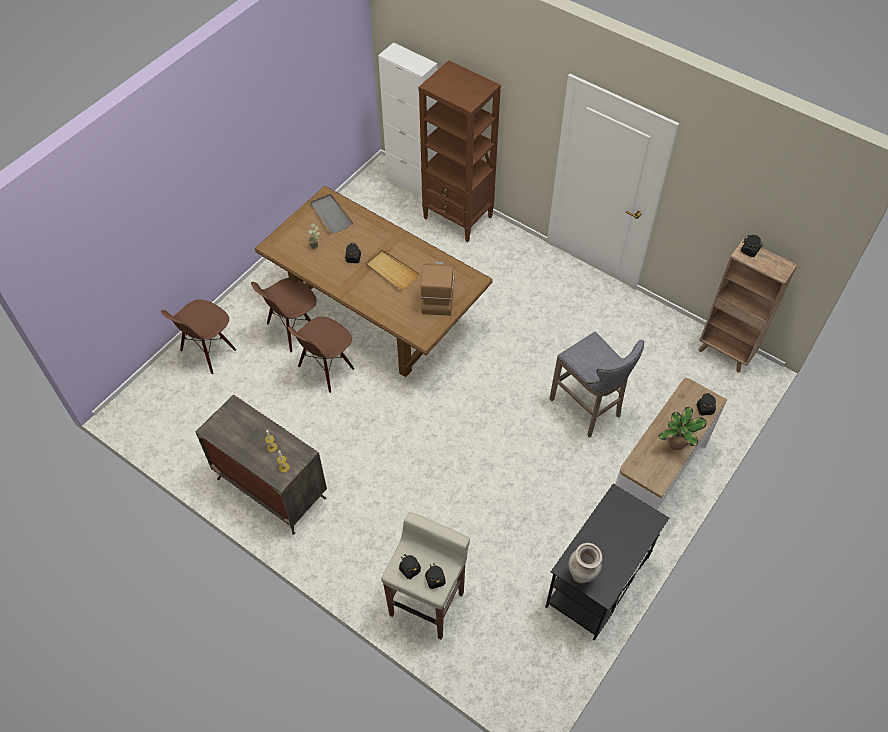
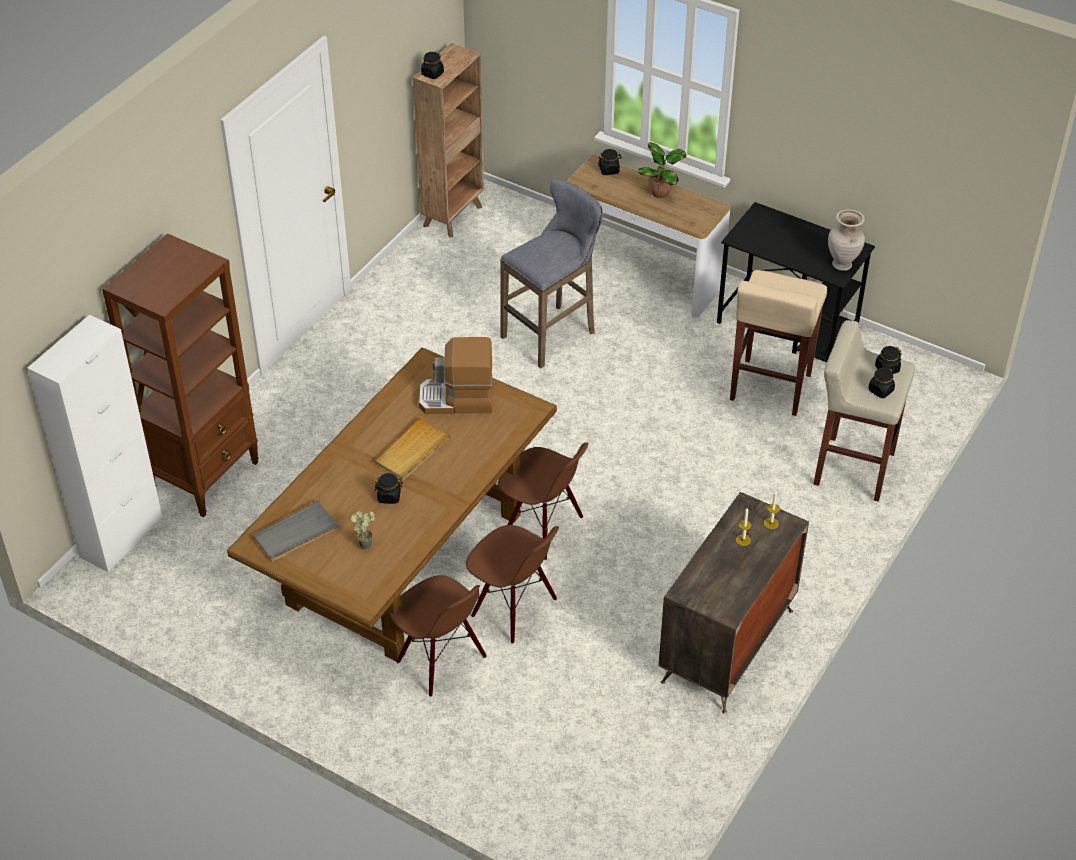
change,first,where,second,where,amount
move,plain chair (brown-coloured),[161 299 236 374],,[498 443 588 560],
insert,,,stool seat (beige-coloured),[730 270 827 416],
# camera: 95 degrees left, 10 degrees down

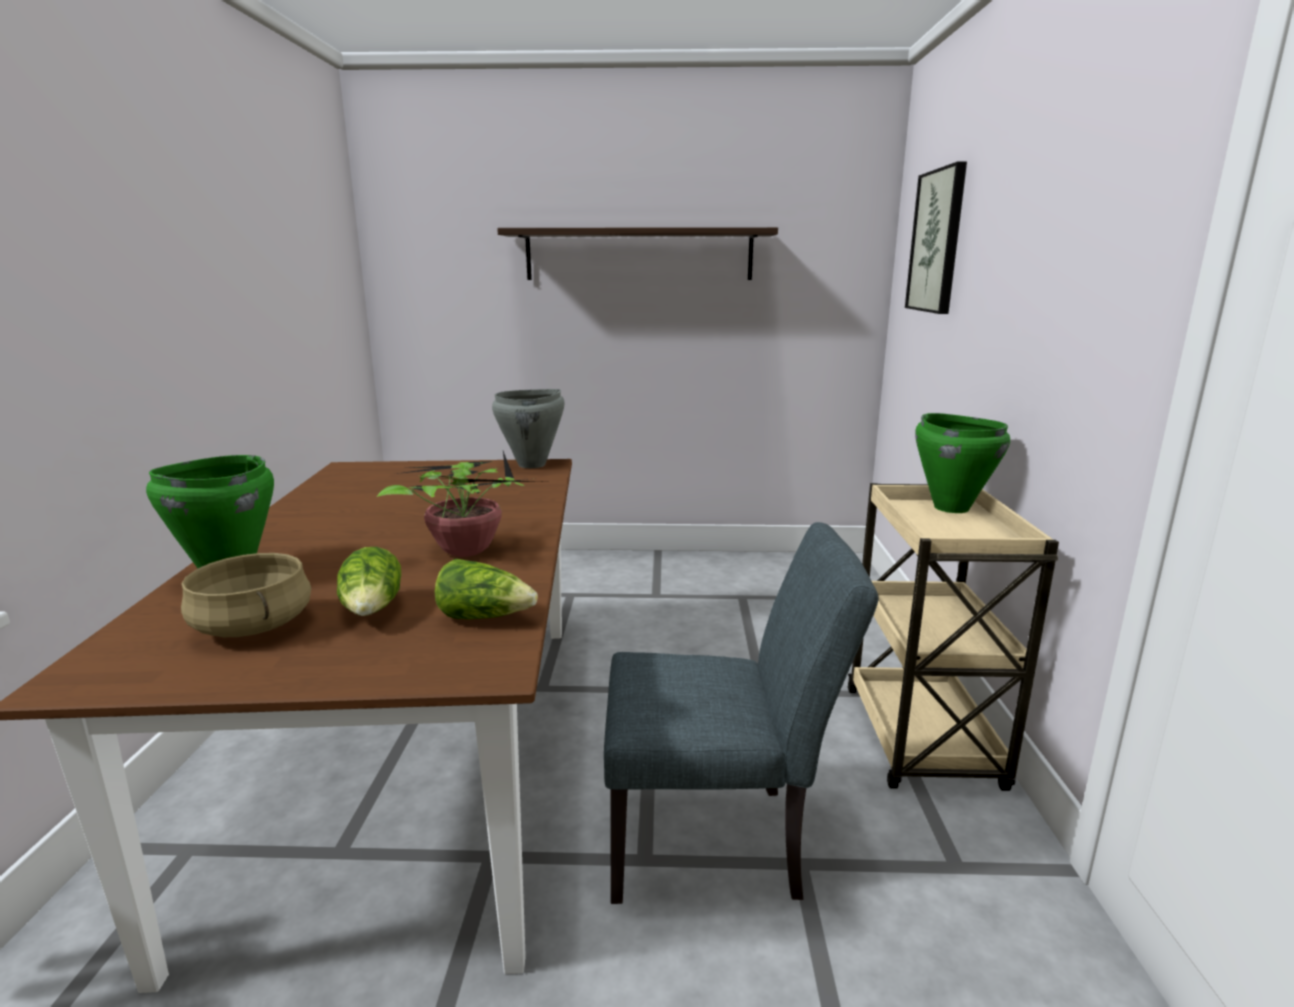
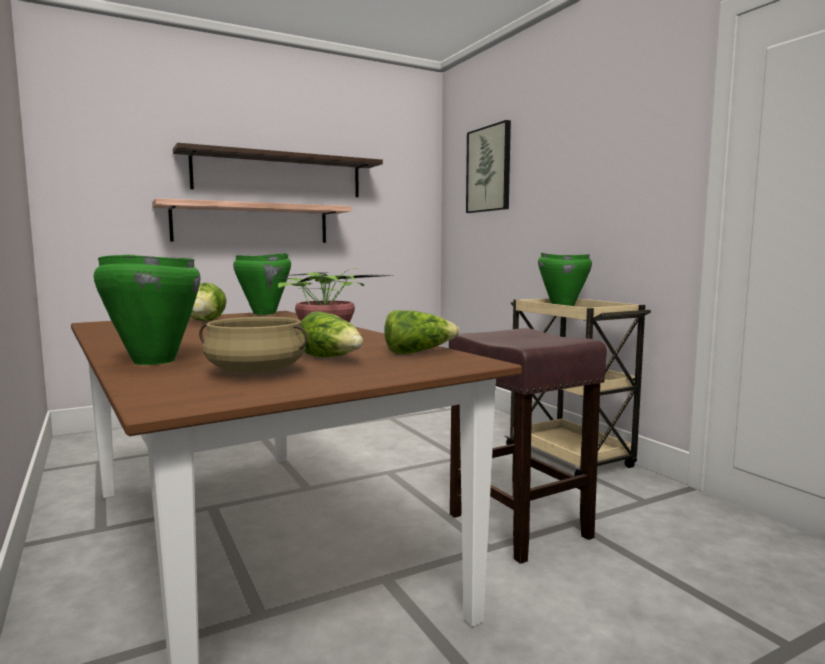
change,first,where,second,where,amount
insert,,,shelf,[152 198 351 243],
insert,,,lettuce head,[191 282 227 321],
recolor,saucepot (grey),[492 389 565 468],saucepot (green),[233 253 291 315],
replace,plain chair (grey),[604 522 878 904],stool seat (brown-coloured),[449 328 607 564],
# camera: 30 degrees left, 10 degrees down

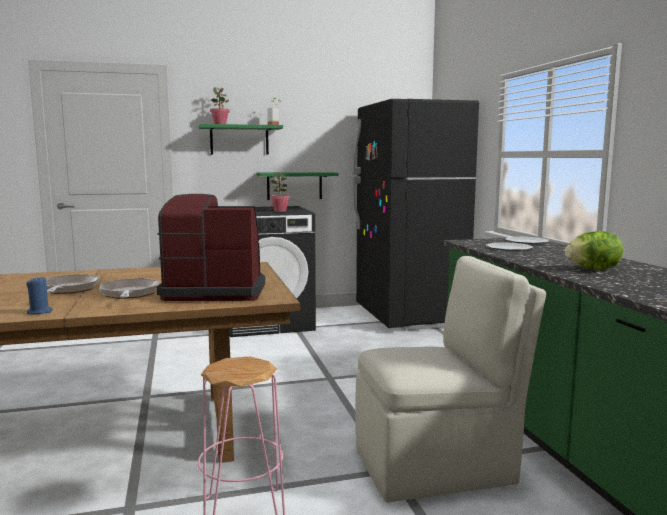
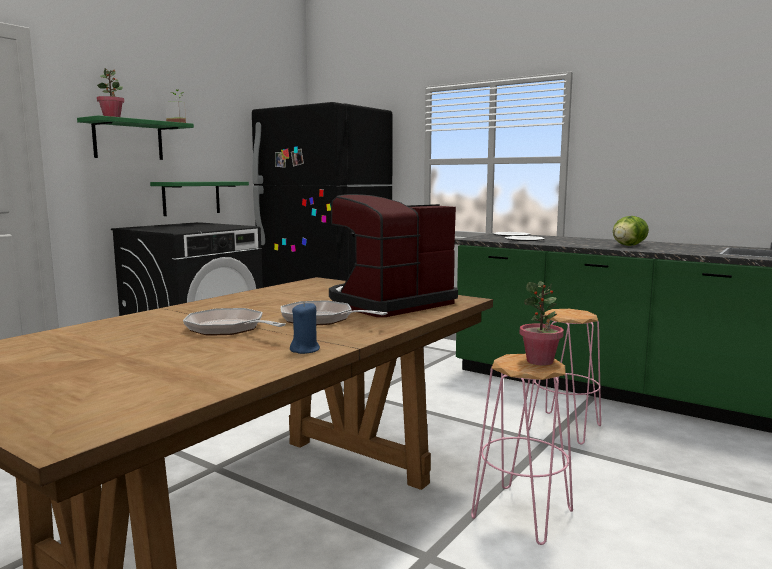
change,first,where,second,where,amount
move,potted plant,[270 174 290 212],,[520 281 564 365],
replace,plain chair (beige-coloured),[355 256 546 502],stool seat (pink),[528 309 601 444],
# camera: 40 degrees left, 0 degrees up

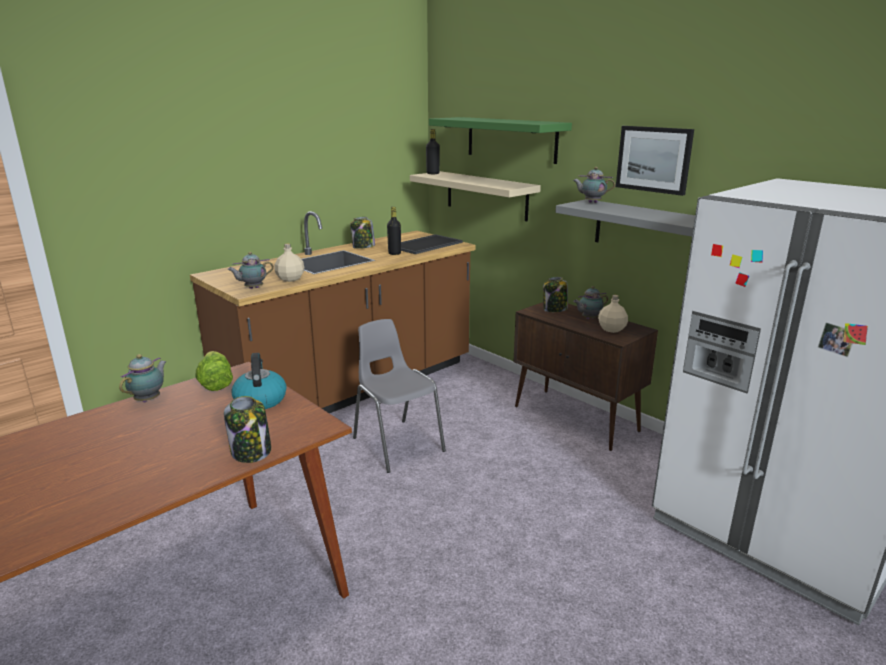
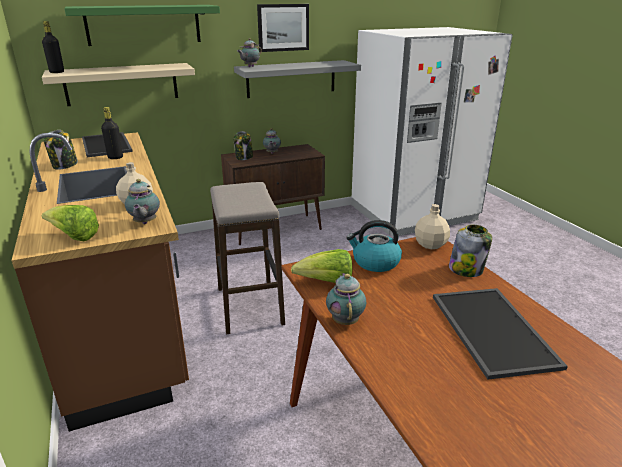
change,first,where,second,where,amount
insert,,,lettuce head,[42 205 99 241],
replace,plain chair (grey),[353 319 446 473],stool seat,[210 182 285 334],
rotate,tea pot,[119 354 167 402],,[326 273 366 325],45 degrees clockwise
move,drink bottle (beige-coloured),[598 295 628 333],,[415 204 450 249],
insert,,,tray,[433 288 568 380],
# camera: 70 degrees left, 5 degrees up

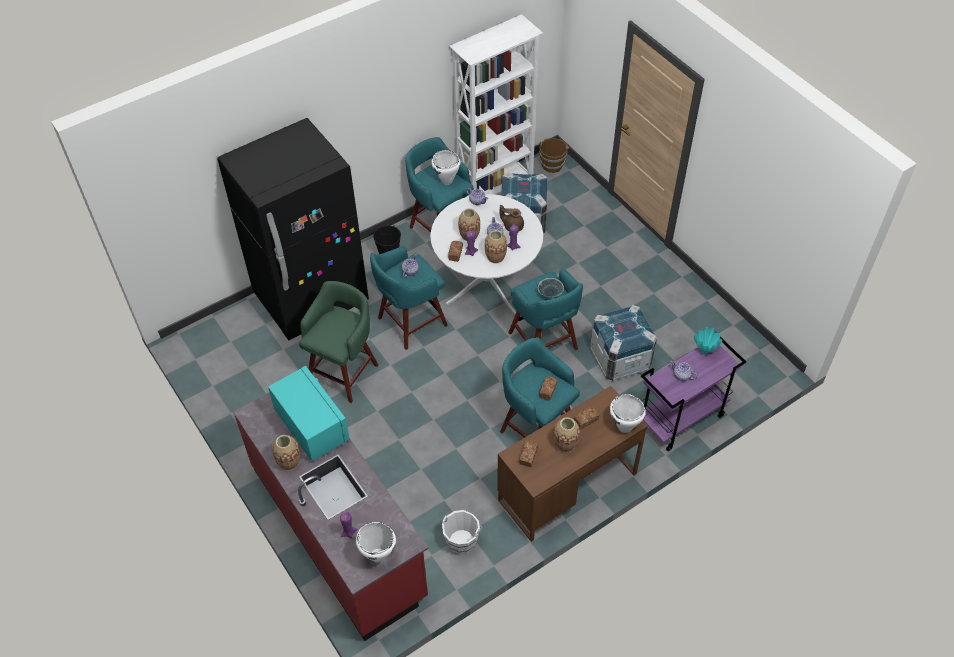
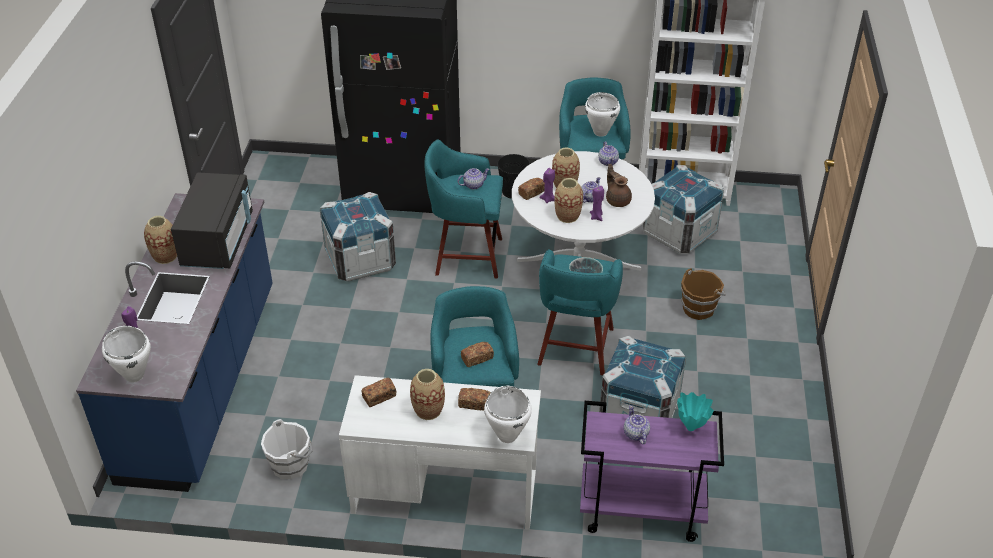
change,first,where,second,where,amount
recolor,kitchen counter (red),[233 392 428 641],kitchen counter (bluish),[76 193 273 492],
recolor,microwave oven (turquoise-coloured),[268 366 350 462],microwave oven (black),[171 172 253 269],
replace,stool seat (green),[299 281 378 403],shipping crate,[320 192 396 281],
recolor,desk (brown-coloured),[497 386 648 542],desk (whitish),[339 375 541 530],
move,water bucket (brown-coloured),[538 138 569 173],,[681 268 726 320],
# camera: 40 degrees right, 10 degrees down

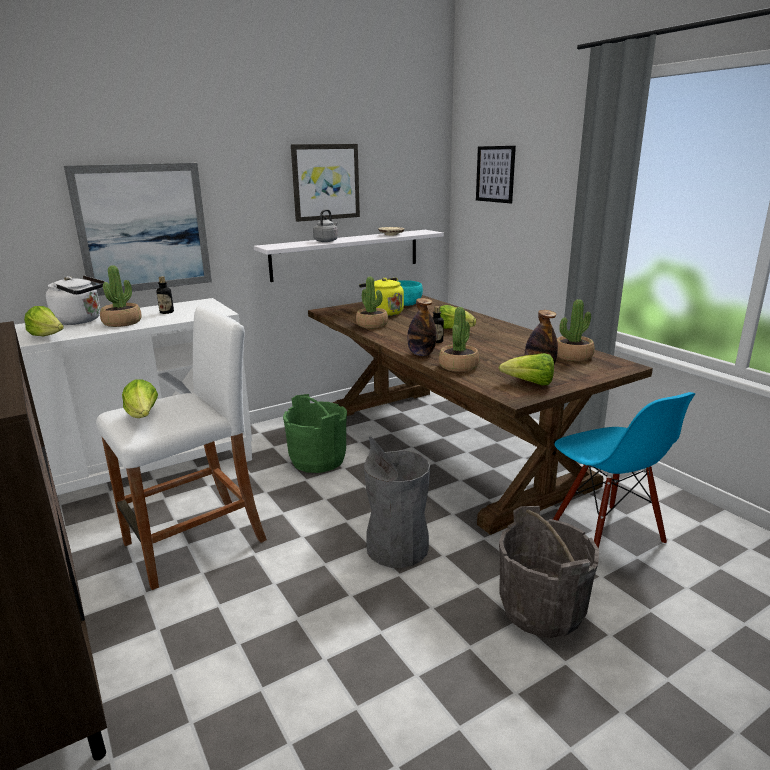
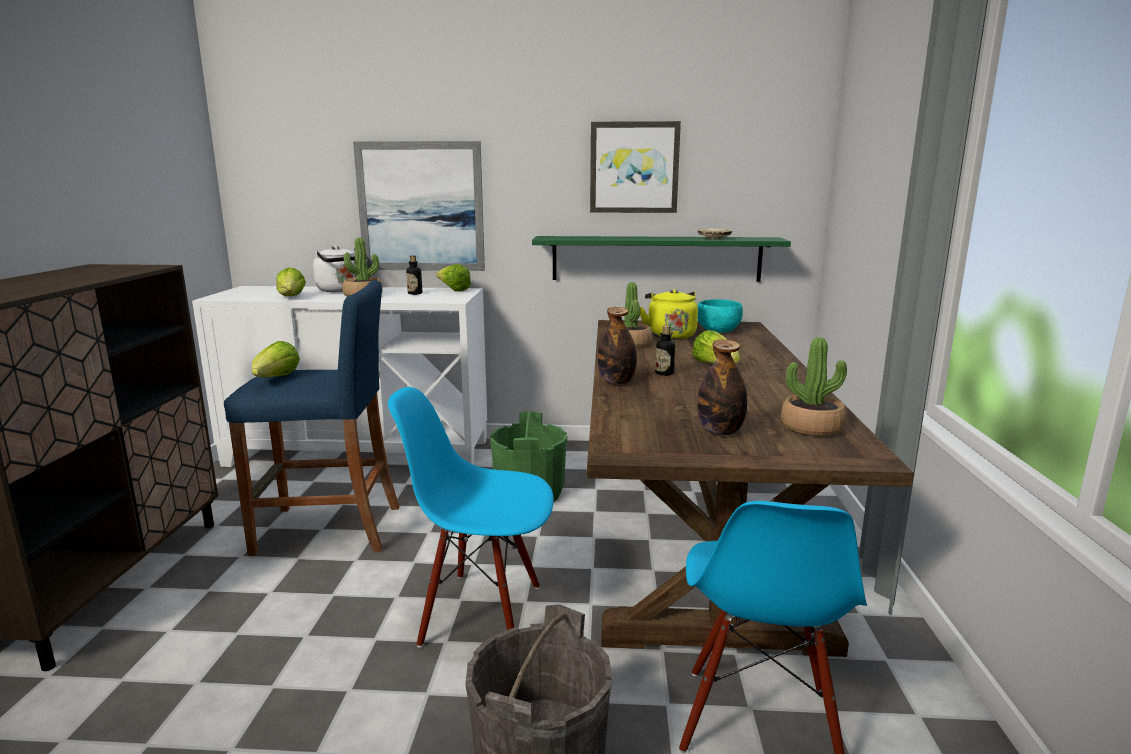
change,first,where,second,where,amount
recolor,stool seat (whitish),[96 305 267 590],stool seat (bluish),[224 280 399 556],
replace,waste bin (grey),[364 437 430 568],plain chair (bluish),[388 387 554 648],
move,lettuce head,[499 353 554 385],,[436 264 471 292],
recolor,shelf (whitish),[254 230 444 282],shelf (green),[532 236 791 282],
delete,tea kettle (grey),[313 209 338 242],,,
delete,potted plant,[439 307 479 372],,,
delete,picture,[476 146 516 203],,,
# camera: 35 degrees right, 5 degrees down

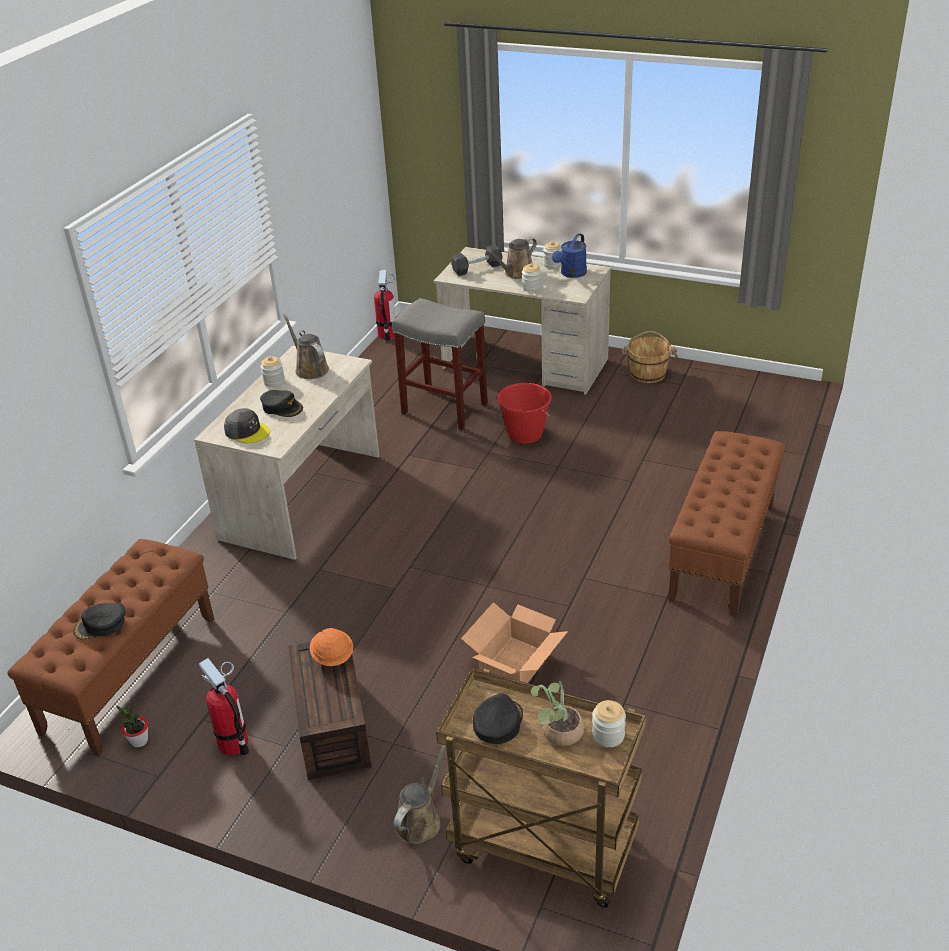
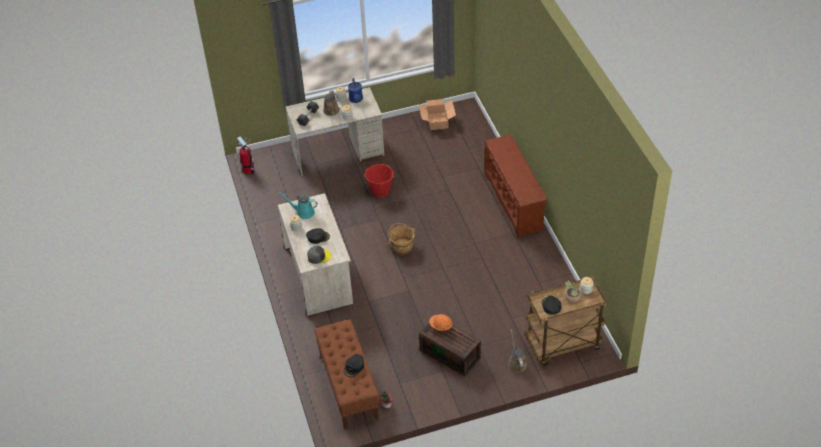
change,first,where,second,where,amount
recolor,sprinkling can (brown-coloured),[283 314 329 379],sprinkling can (turquoise-coloured),[279 192 318 219],
move,water bucket (brown-coloured),[620 331 678 383],,[387 223 416 255],
move,cardboard box,[461 602 568 683],,[419 99 456 130],
replace,bench (brown-coloured),[668 431 785 617],shoe rack (brown-coloured),[484 134 548 238],
delete,extinguisher,[199 658 249 756],,,
delete,stool seat (grey),[392 298 488 430],,,
# camera: 40 degrees left, 10 degrees up

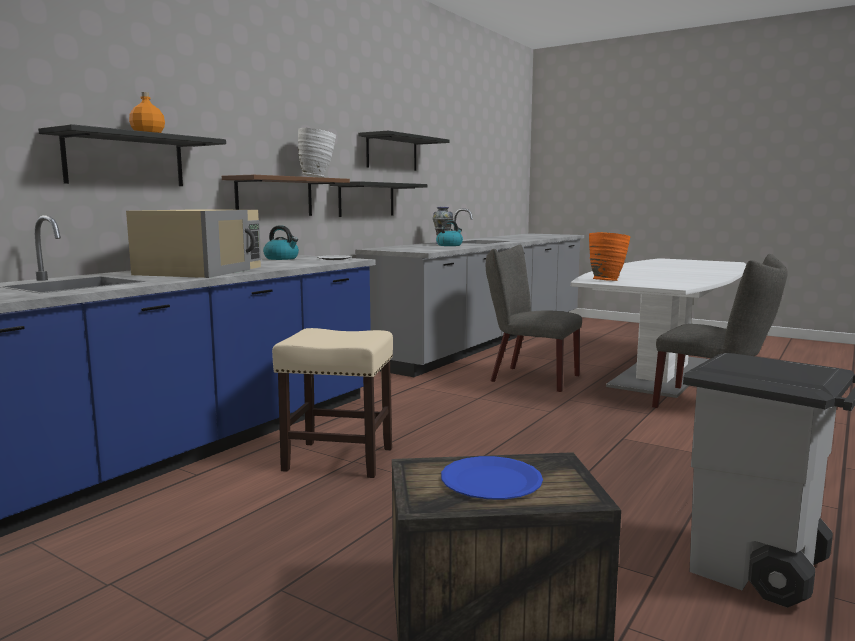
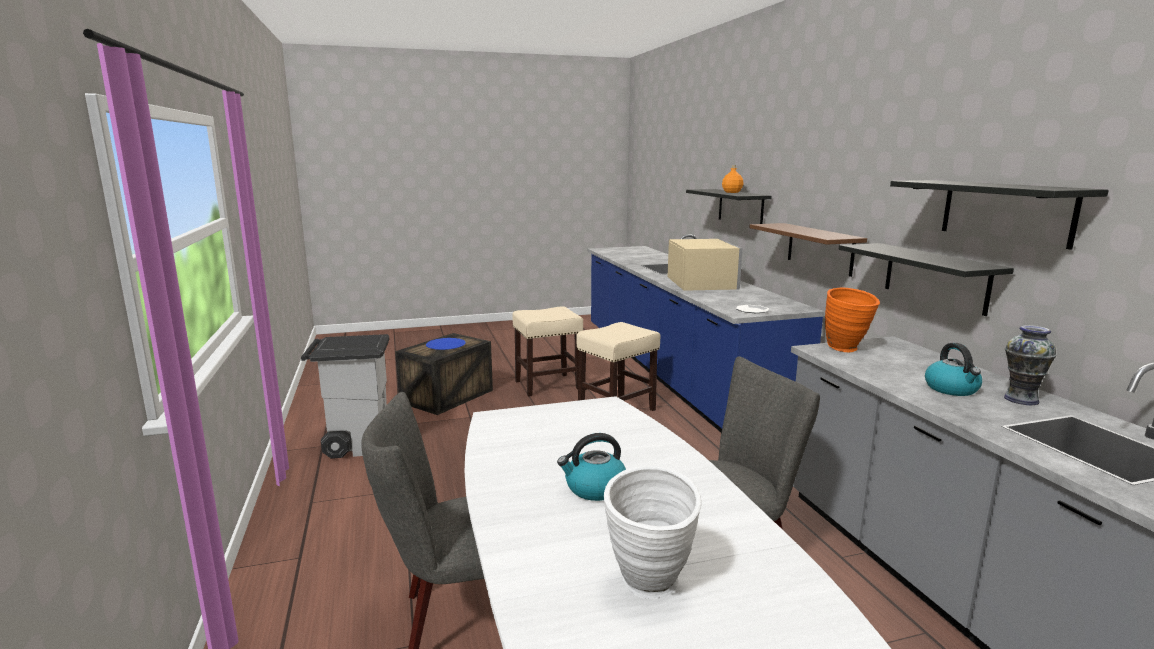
change,first,where,second,where,amount
insert,,,stool seat (beige-coloured),[512 306 583 397],
move,tea kettle,[263 225 299 260],,[557 433 626 501],
move,vase (whitish),[298 128 336 178],,[604 466 701 599],
rotate,microwave oven (beige-coloured),[126 209 261 278],,[667 239 743 291],150 degrees counterclockwise
move,vase (orange),[589 232 630 281],,[825 288 880 352],
# camera: 130 degrees right, 5 degrees up

